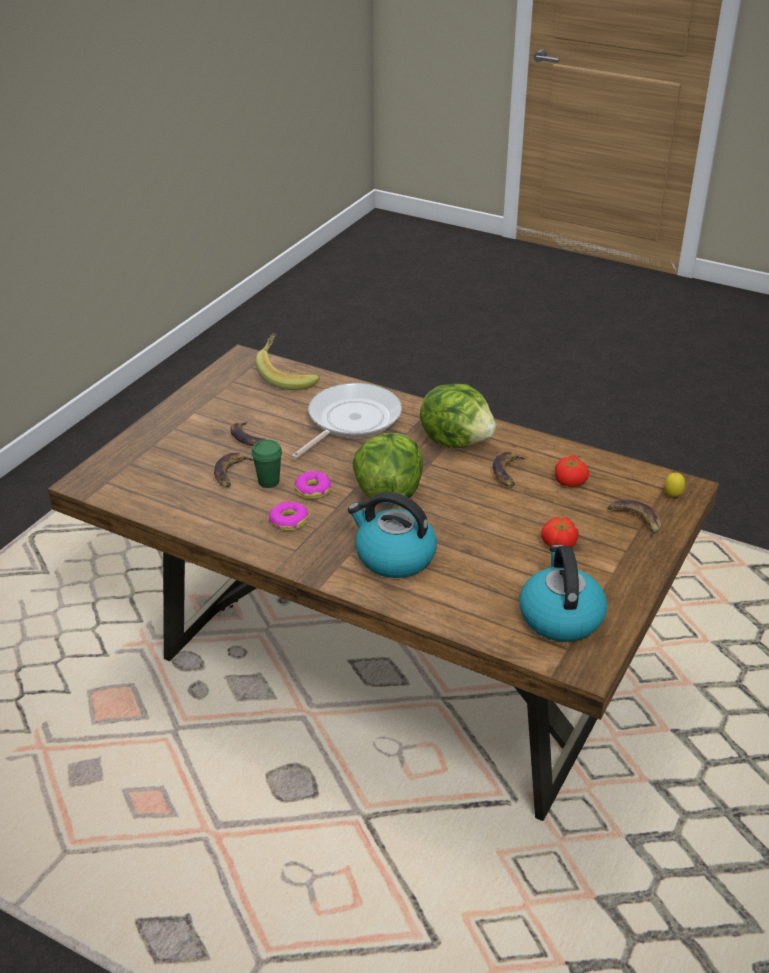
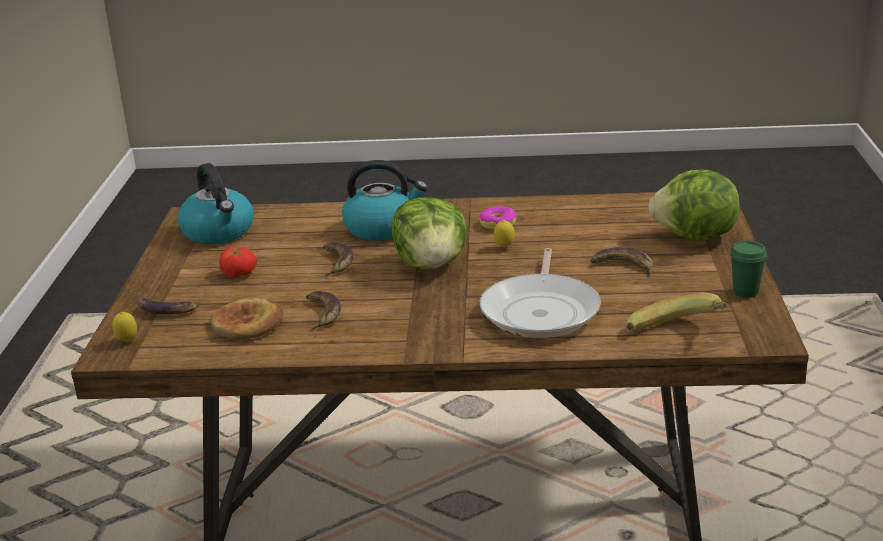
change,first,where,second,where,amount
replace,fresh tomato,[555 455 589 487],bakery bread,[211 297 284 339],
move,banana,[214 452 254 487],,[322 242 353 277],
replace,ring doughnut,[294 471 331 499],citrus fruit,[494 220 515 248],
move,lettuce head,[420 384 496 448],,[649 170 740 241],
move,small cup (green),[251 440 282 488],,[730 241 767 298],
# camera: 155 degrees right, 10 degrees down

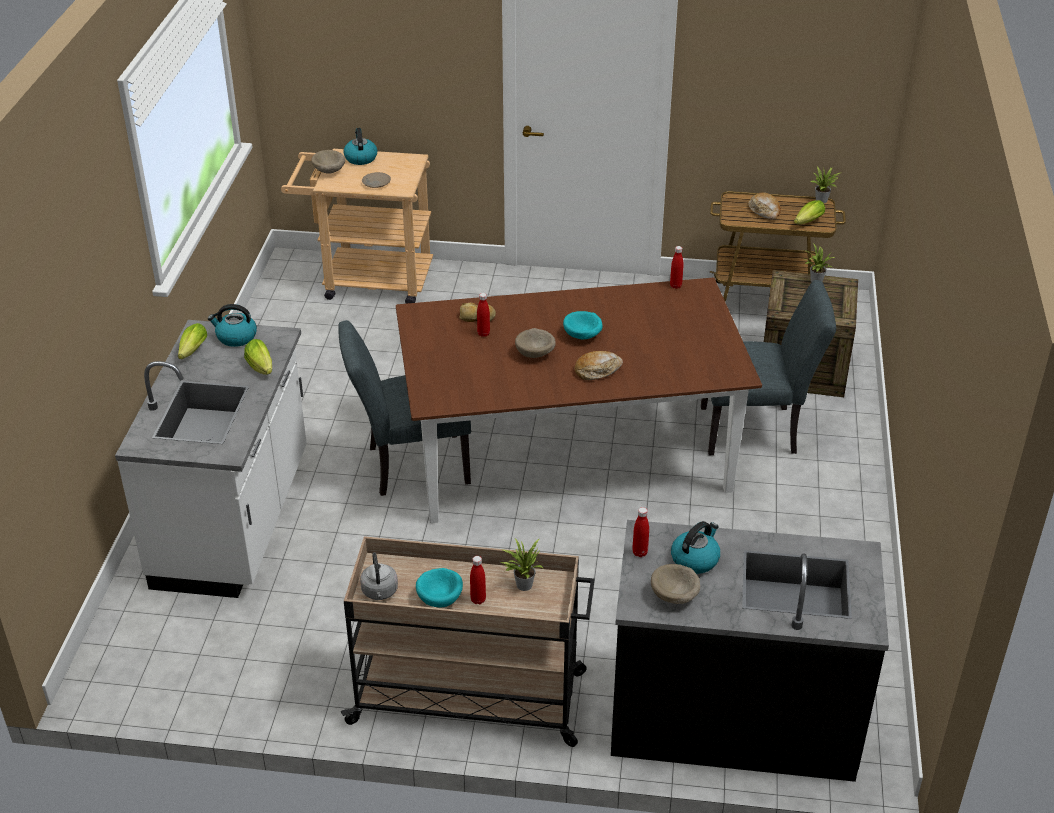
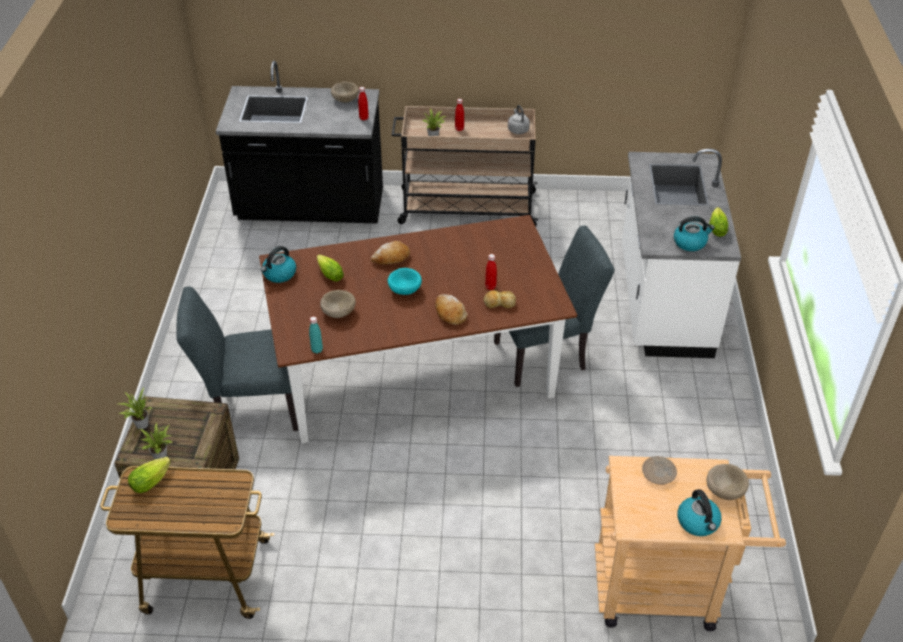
change,first,where,second,where,amount
move,potted plant,[810 166 842 203],,[118 388 153 429],
move,tea kettle,[671 521 720 574],,[261 246 296 283],
recolor,drink bottle (red),[670 246 684 289],drink bottle (turquoise-coloured),[309 316 323 354],
move,lettuce head,[244 339 272 375],,[317 254 344 281],
move,bowl (beige-coloured),[515 328 556 358],,[320 290 356 318],
move,bakery bread,[748 192 781 220],,[435 294 467 325],
delete,bowl (turquoise-coloured),[416 568 463 607],,,
# camera: 175 degrees right, 5 degrees up

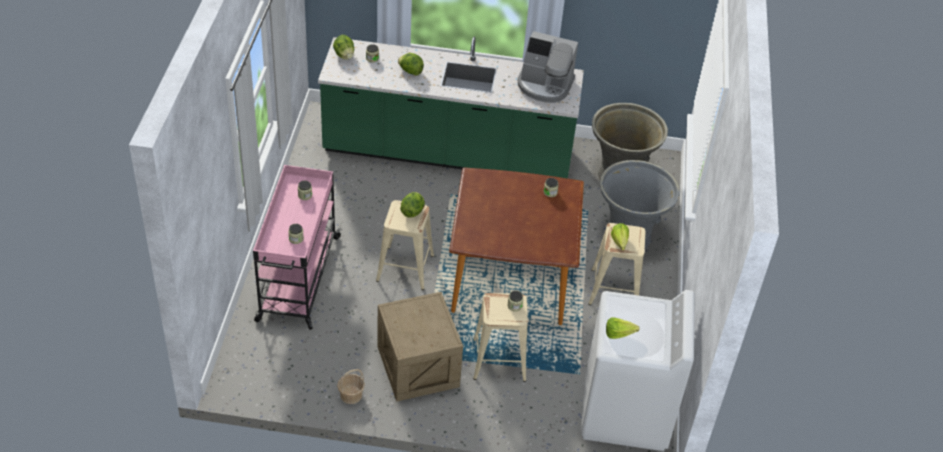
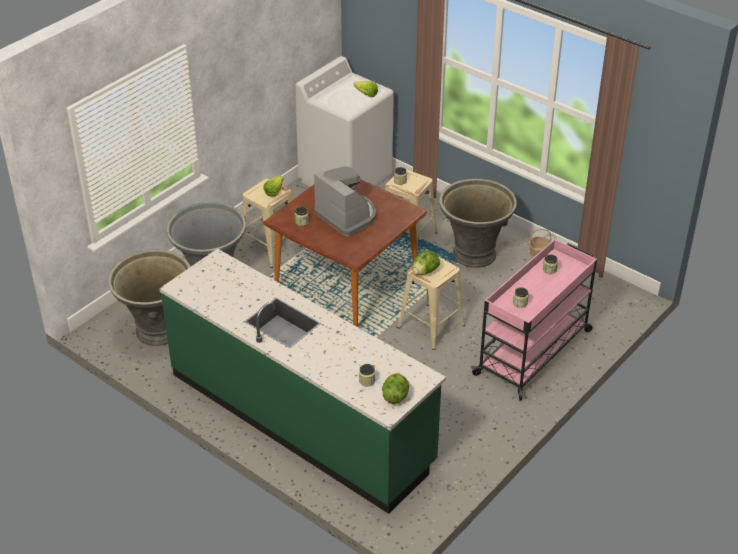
change,first,where,second,where,amount
move,coffee brewer,[518 31 578 103],,[314 166 376 236],
replace,shipping crate,[377 292 463 402],plant pot (grey),[439 179 517 268],
delete,lettuce head,[398 53 424 76],,,
# camera: 145 degrees left, 5 degrees down

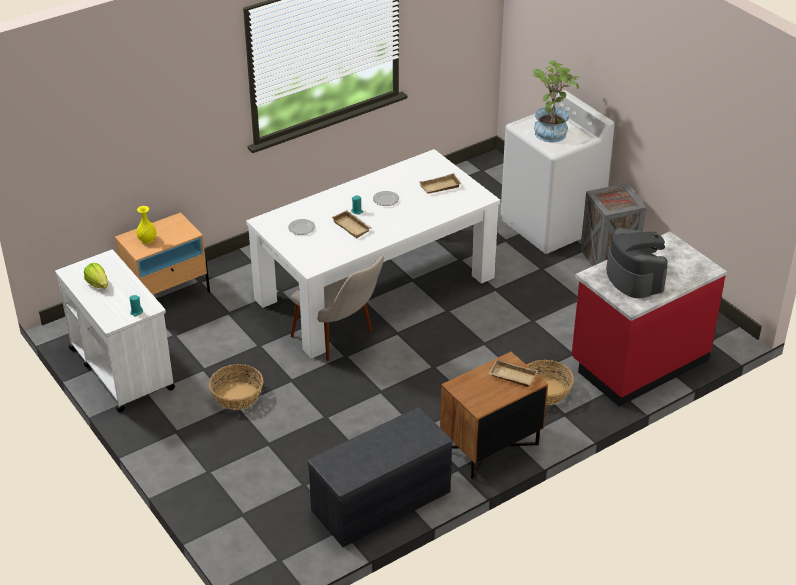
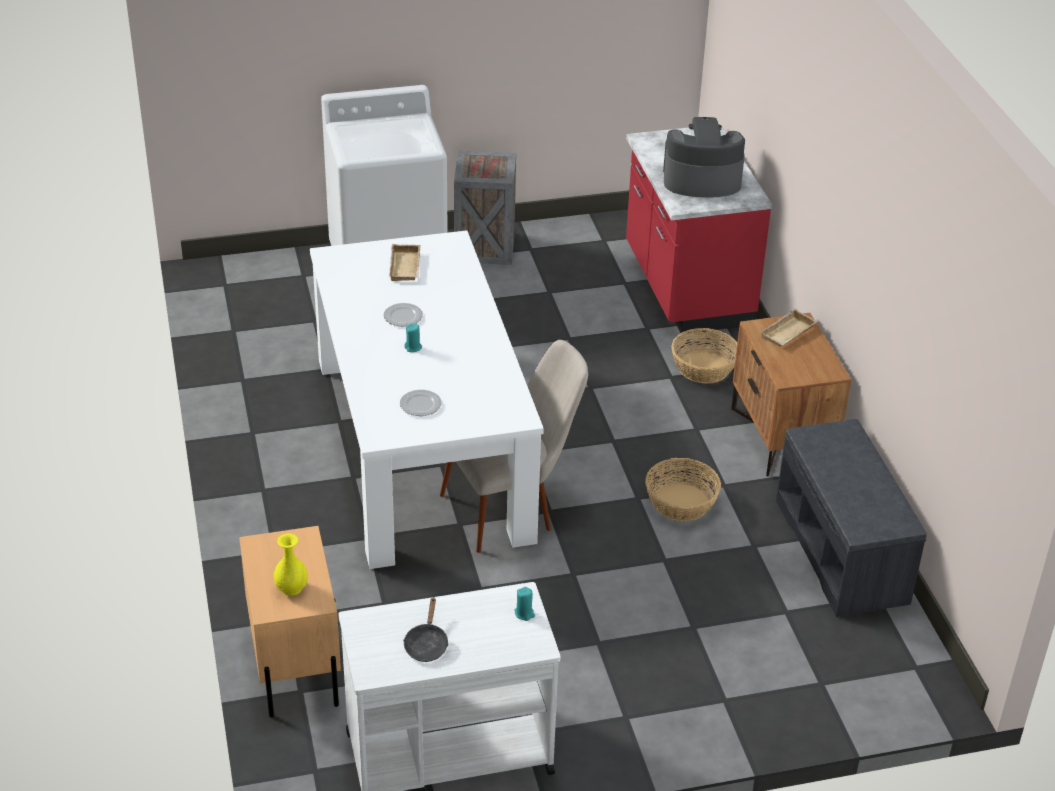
change,first,where,second,where,amount
replace,lettuce head,[84 263 108 289],frying pan (black),[403 597 449 662],
move,basket,[209 364 263 410],,[645 458 721 521],
delete,tray (beige-coloured),[331 210 372 238],,,
delete,potted plant,[532 60 580 142],,,
# camera: 70 degrees left, 0 degrees up

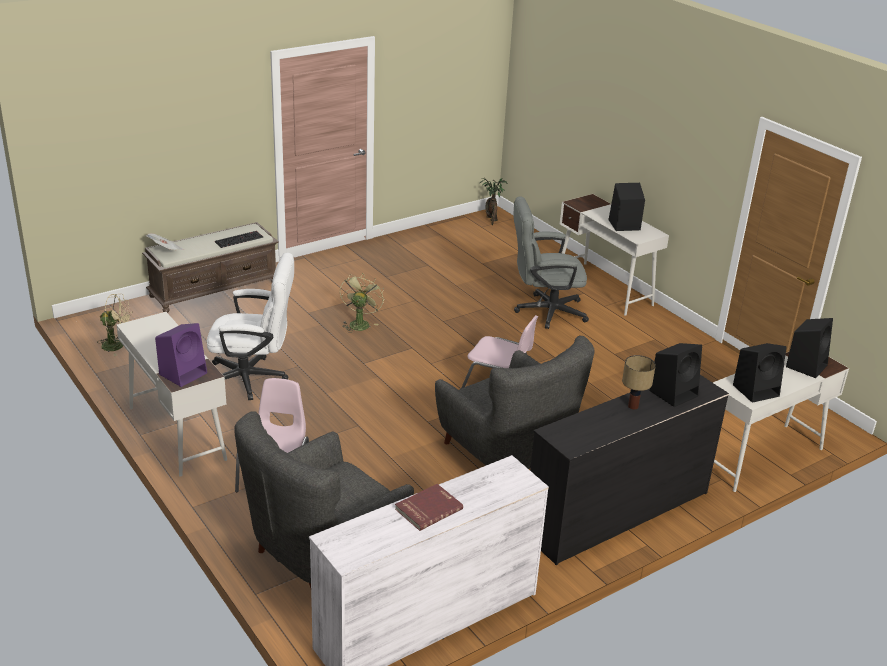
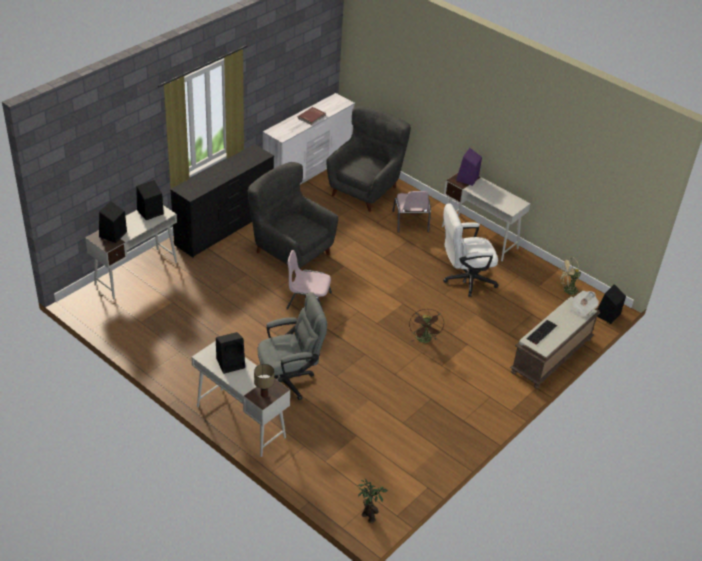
change,first,where,second,where,amount
move,lamp for a table,[622 355 656 409],,[254 364 274 397],
recolor,cooling fan (green),[340 274 385 333],cooling fan (brown-coloured),[409 309 444 343],
move,speaker (black),[650 343 702 407],,[597 284 626 324],
# camera: 165 degrees right, 10 degrees up

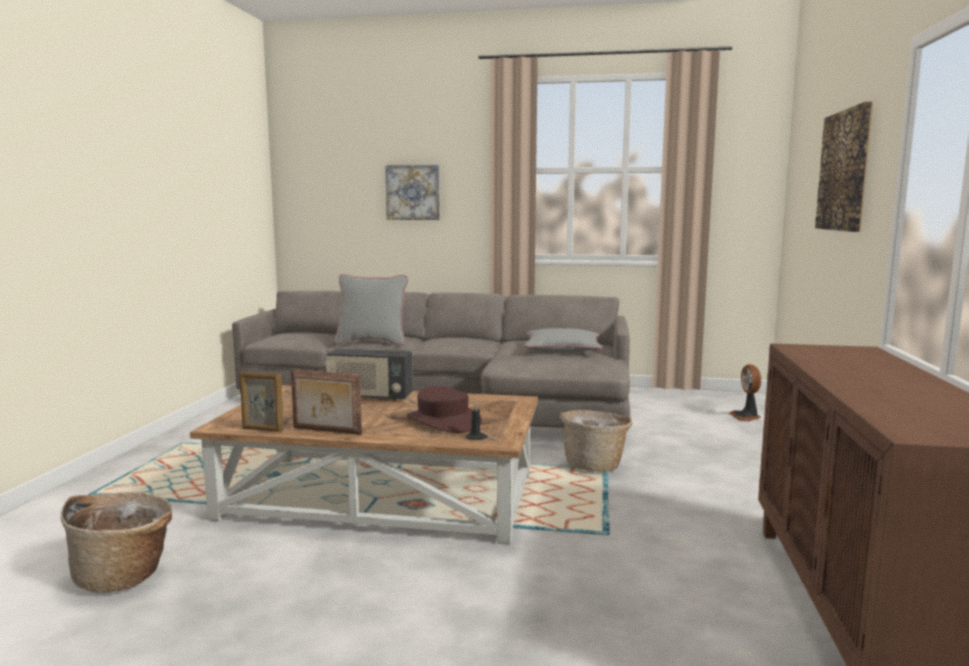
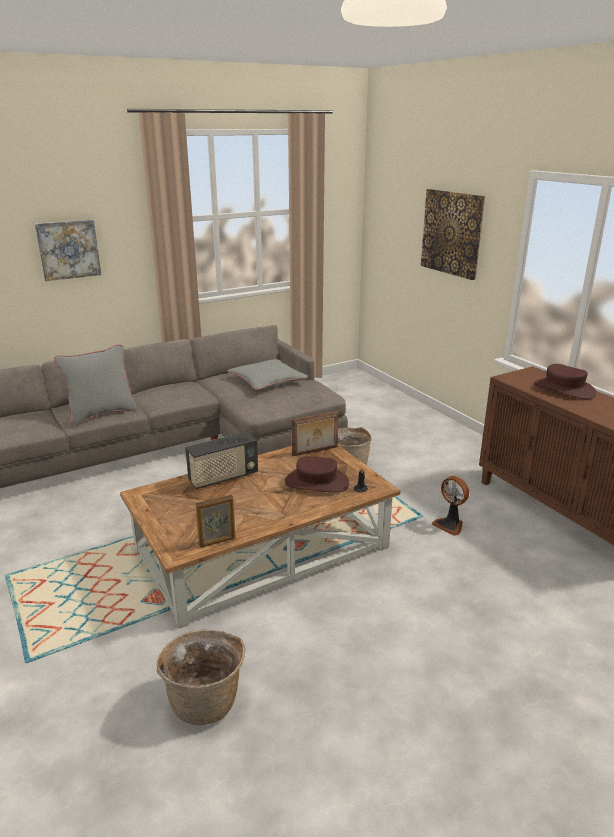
change,first,where,second,where,amount
move,standing frame,[291 369 362 435],,[291 411 339 456],
move,cooling fan,[729 364 761 421],,[432 476 469 536],
insert,,,wearable hat (brown-coloured),[534 364 597 399],
# camera: 40 degrees left, 15 degrees up

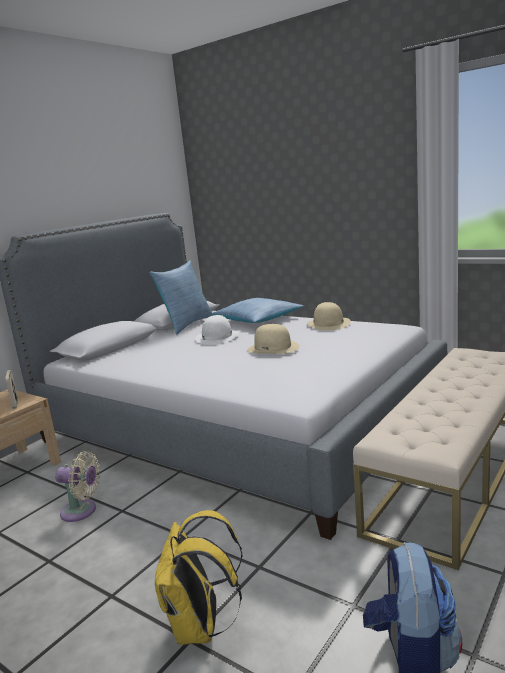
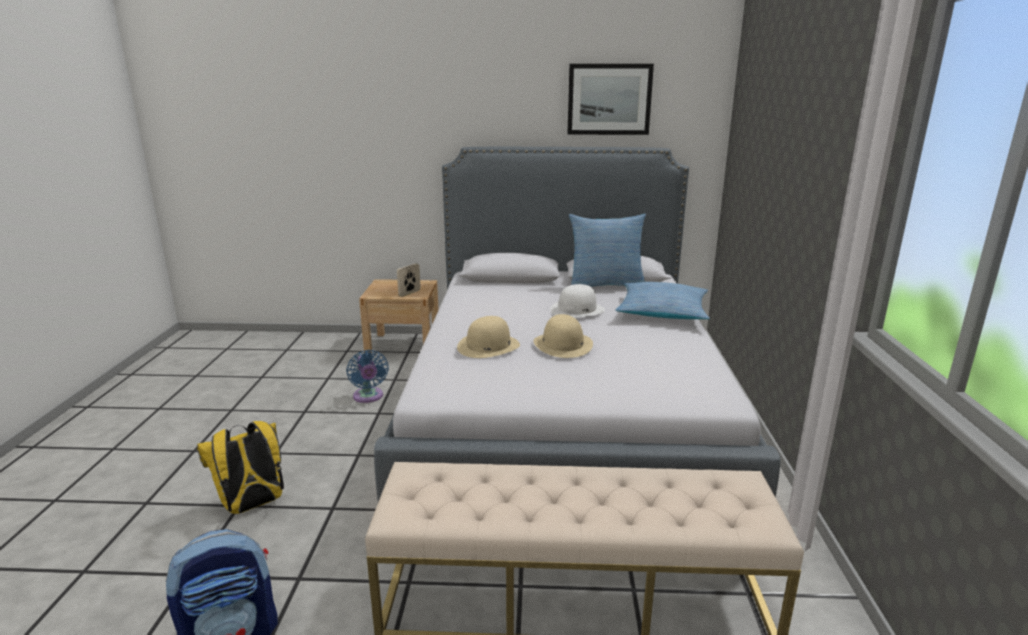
change,first,where,second,where,amount
recolor,cooling fan (beige-coloured),[55 451 100 522],cooling fan (bluish),[346 350 389 403],
move,wearable hat (beige-coloured),[307 302 351 331],,[457 316 520 358],
insert,,,picture,[567 64 654 135],
# camera: 55 degrees right, 5 degrees up

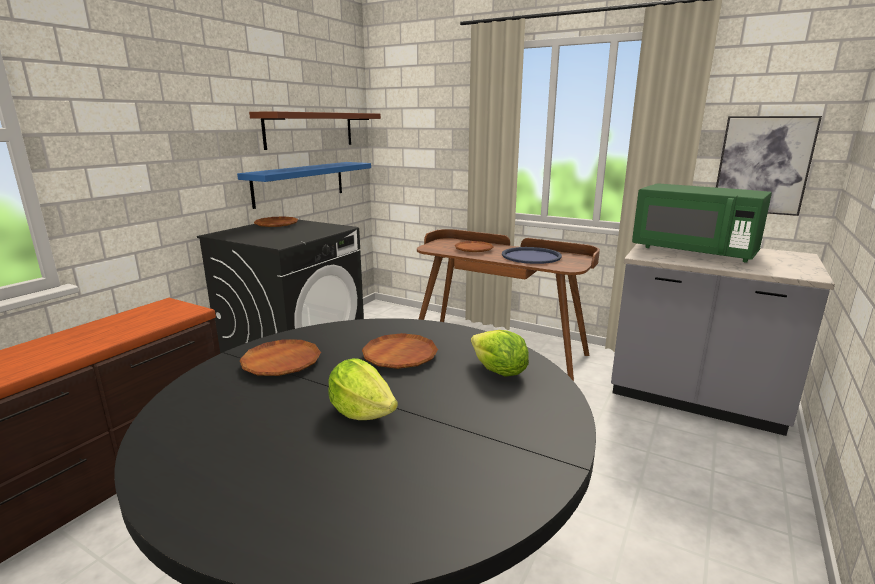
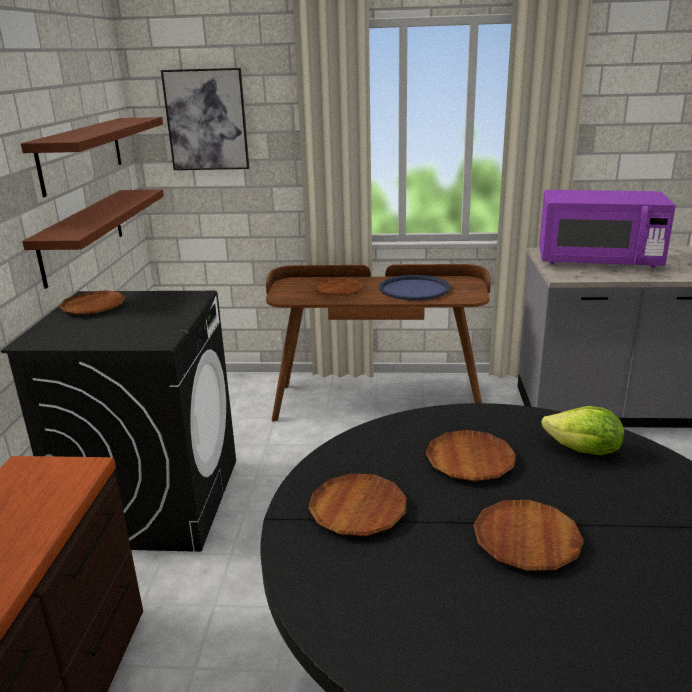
change,first,where,second,where,amount
recolor,shelf (bluish),[237 162 371 209],shelf (brown-coloured),[22 190 164 289],
move,picture,[716 116 822 216],,[161 68 249 170],
replace,lettuce head,[328 358 398 420],flat dish (brown-coloured),[473 500 584 571],
recolor,microwave oven (green),[632 183 772 262],microwave oven (purple),[539 190 676 268],
# camera: 25 degrees left, 5 degrees up

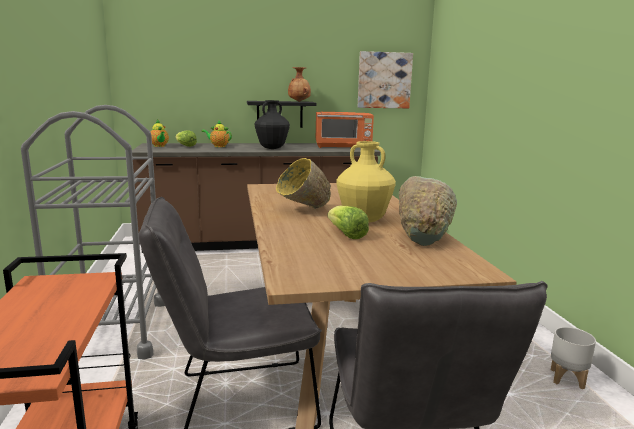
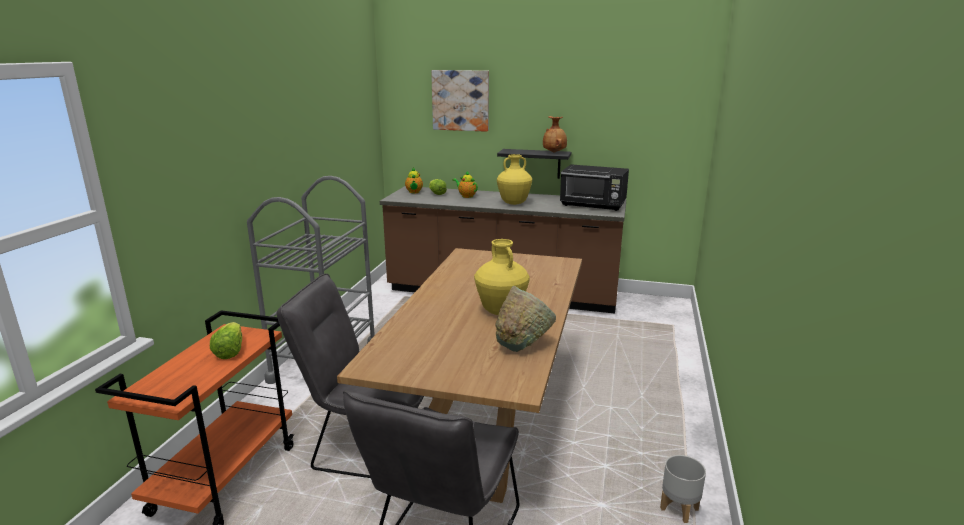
change,first,where,second,where,amount
move,lettuce head,[327 206 369 239],,[210 322 242 359],
move,picture,[358 51 413 108],,[431 70 489 132],
recolor,vase (black),[255 100 290 149],vase (yellow-coloured),[497 154 532 205],
recolor,microwave oven (orange),[316 112 374 148],microwave oven (black),[560 164 629 211],
delete,bowl (yellow-coloured),[276 158 331 209],,,
# camera: 25 degrees right, 5 degrees up

